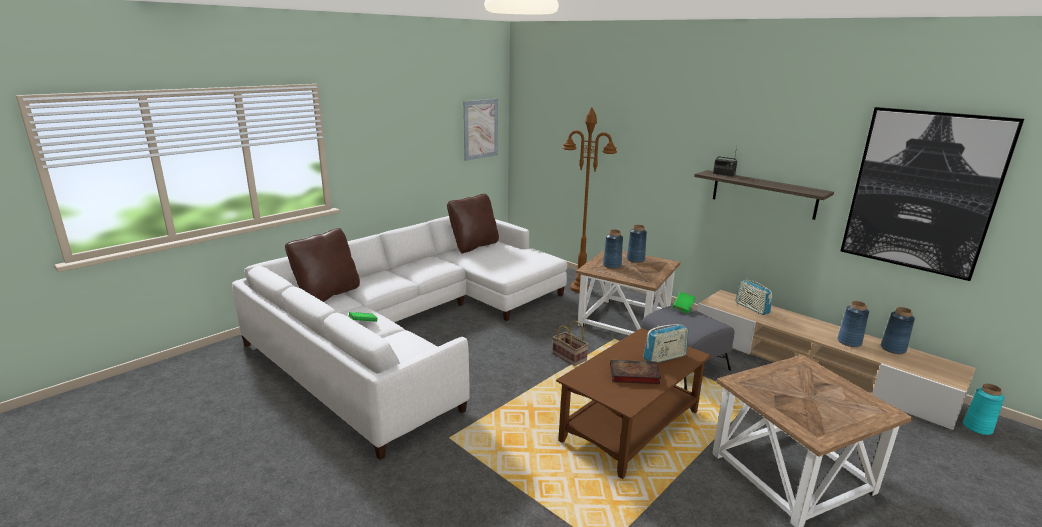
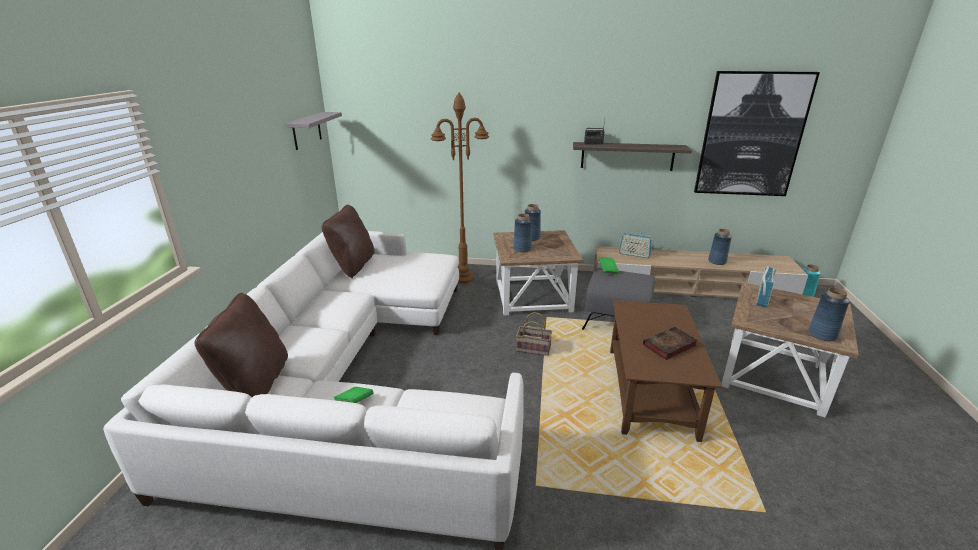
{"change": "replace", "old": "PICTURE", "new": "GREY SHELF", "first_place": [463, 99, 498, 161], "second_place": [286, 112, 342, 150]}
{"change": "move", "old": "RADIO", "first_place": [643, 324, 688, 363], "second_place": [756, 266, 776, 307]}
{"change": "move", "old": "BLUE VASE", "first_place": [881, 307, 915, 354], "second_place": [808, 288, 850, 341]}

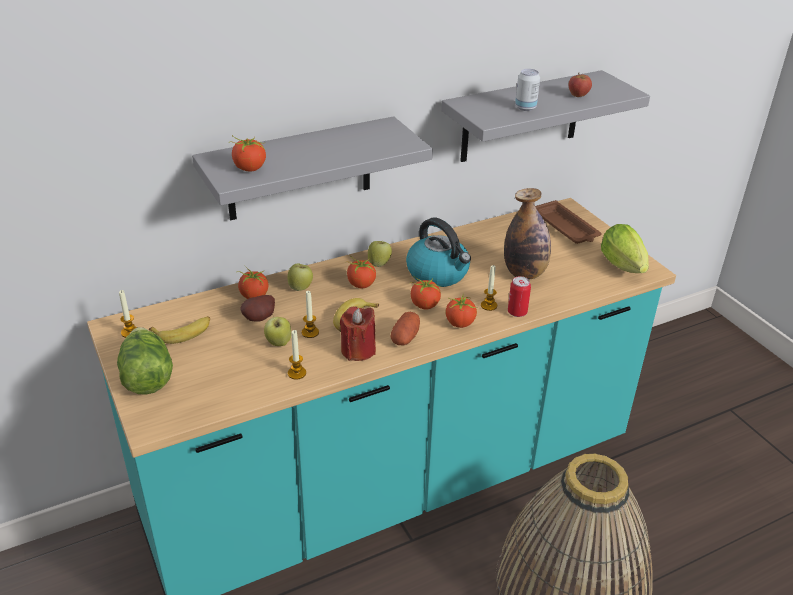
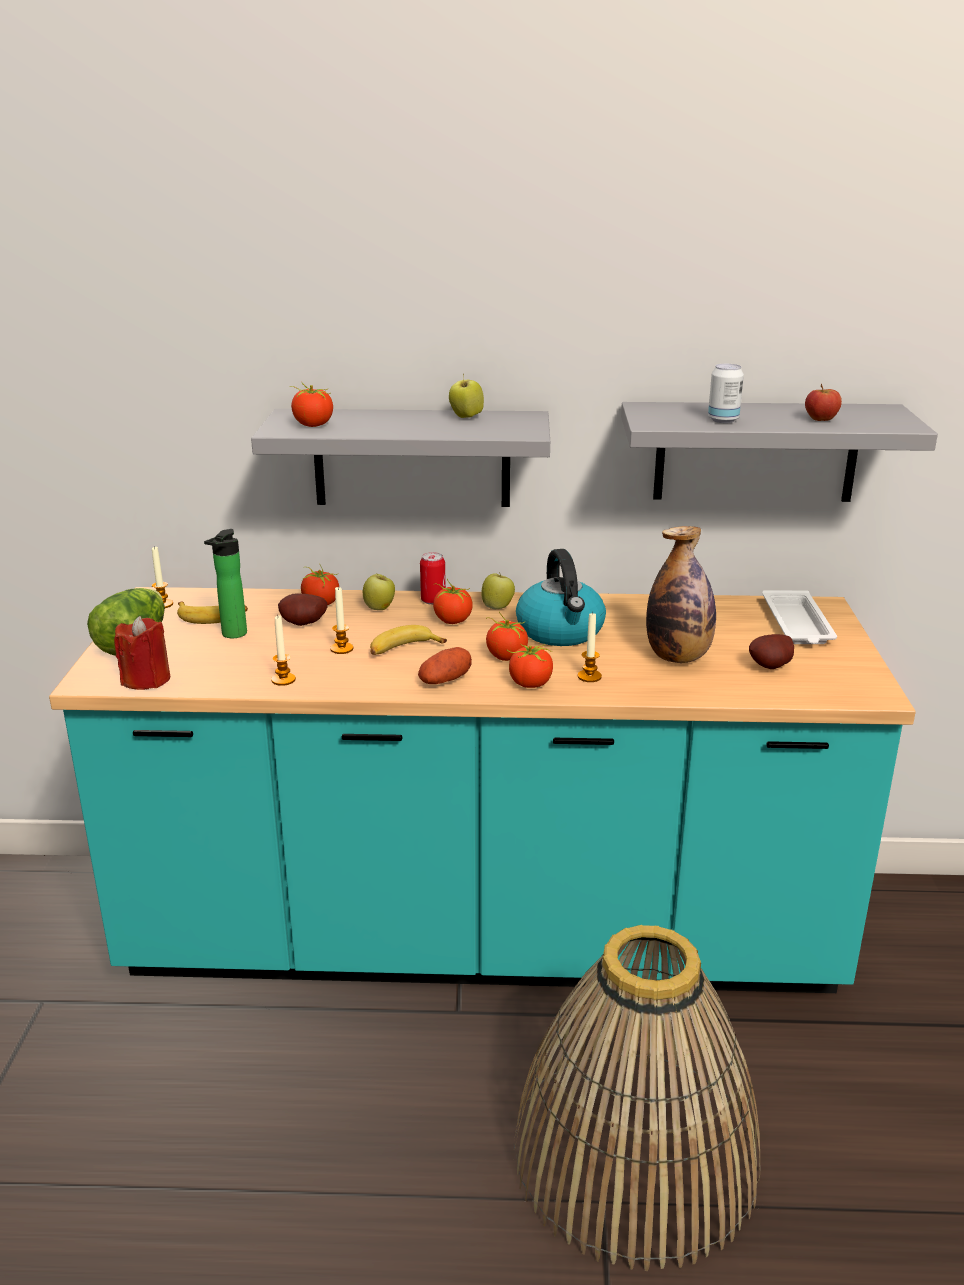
{"change": "move", "old": "RED CANDLE", "first_place": [340, 306, 376, 361], "second_place": [114, 616, 170, 690]}
{"change": "insert", "new": "BOTTLE", "second_place": [204, 529, 247, 638]}
{"change": "move", "old": "CAN", "first_place": [508, 276, 531, 317], "second_place": [420, 552, 446, 605]}
{"change": "move", "old": "APPLE", "first_place": [264, 315, 291, 346], "second_place": [449, 374, 484, 418]}
{"change": "insert", "new": "POTATO", "second_place": [749, 634, 794, 669]}
{"change": "recolor", "old": "BROWN TRAY", "new": "WHITE TRAY", "first_place": [535, 200, 601, 244], "second_place": [762, 590, 837, 644]}
{"change": "delete", "old": "LETTUCE", "first_place": [601, 224, 649, 273]}

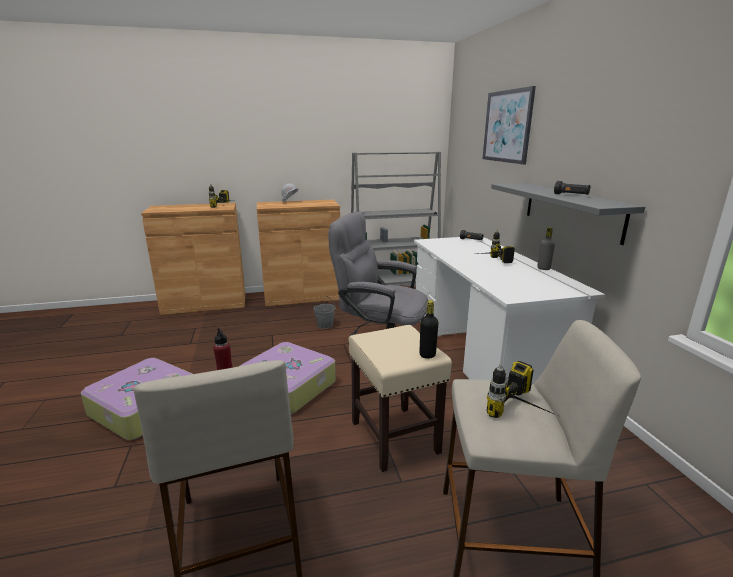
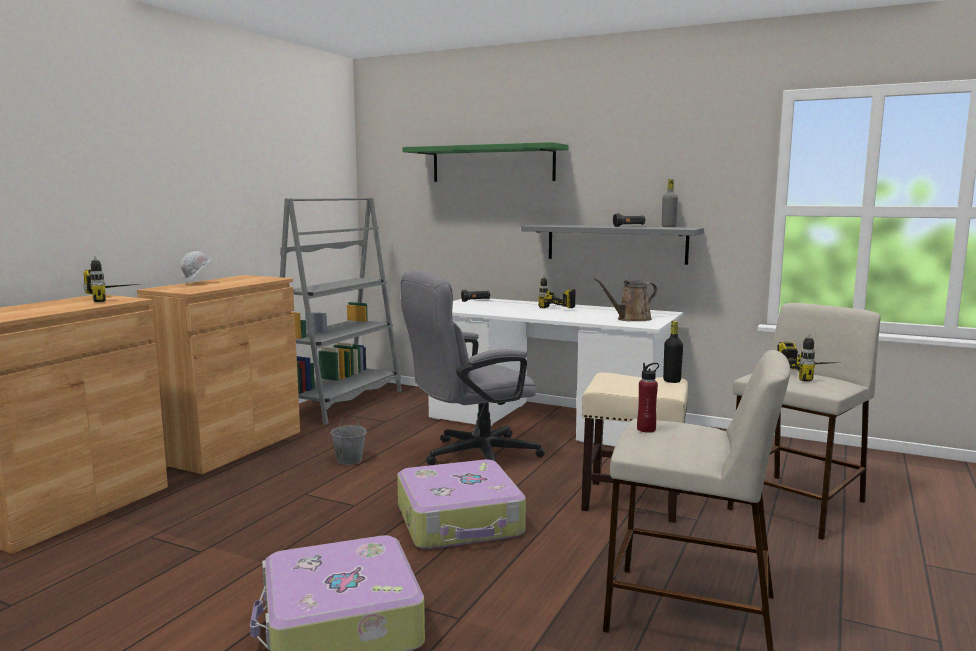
{"change": "replace", "old": "PICTURE", "new": "GREEN SHELF", "first_place": [483, 86, 536, 165], "second_place": [403, 142, 568, 182]}
{"change": "insert", "new": "BROWN WATERING CAN", "second_place": [594, 278, 658, 321]}
{"change": "move", "old": "GREY BOTTLE", "first_place": [537, 227, 555, 270], "second_place": [662, 179, 678, 227]}

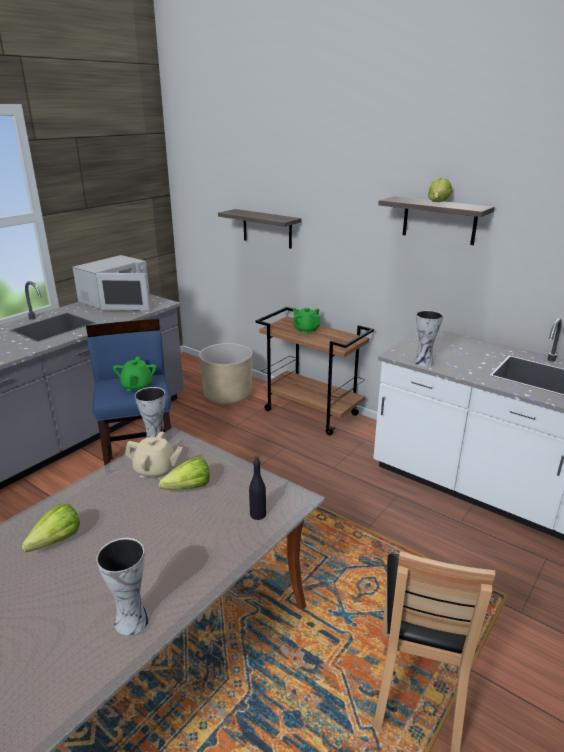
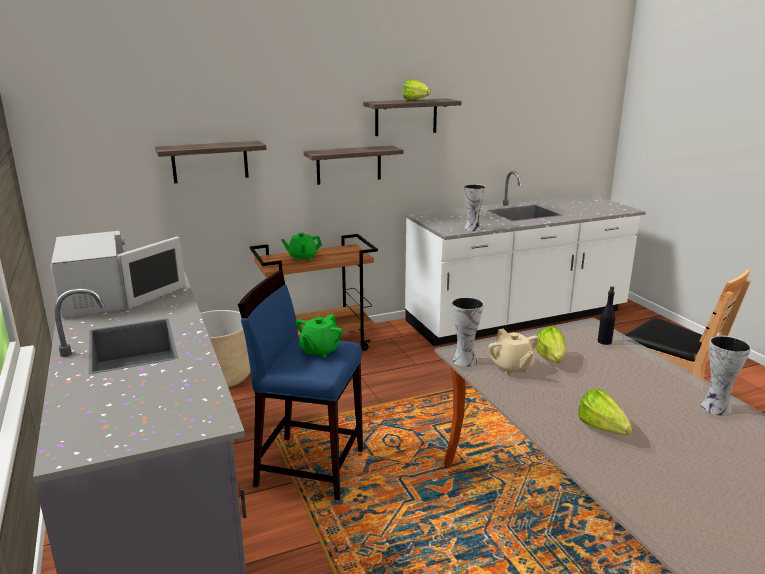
{"change": "rotate", "old": "GREEN TEAPOT", "first_place": [113, 357, 157, 391], "second_place": [296, 314, 343, 358], "degrees": 90}
{"change": "insert", "new": "SHELF", "second_place": [304, 145, 404, 185]}
{"change": "rotate", "old": "BEIGE TEAPOT", "first_place": [125, 431, 183, 479], "second_place": [488, 329, 539, 376], "degrees": 120}

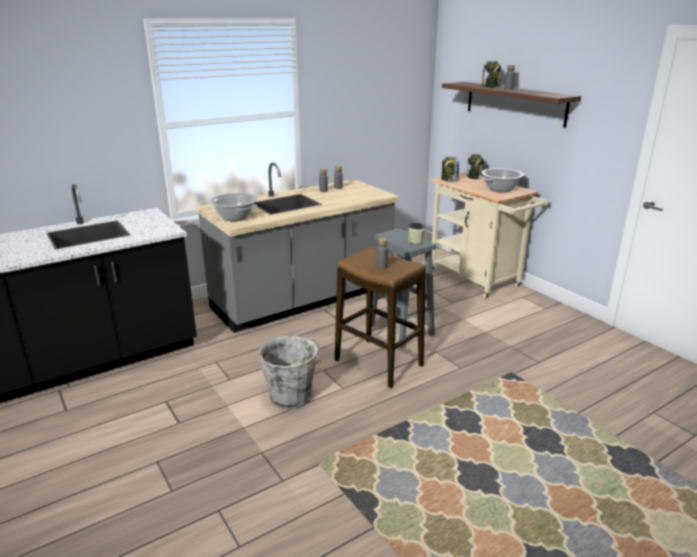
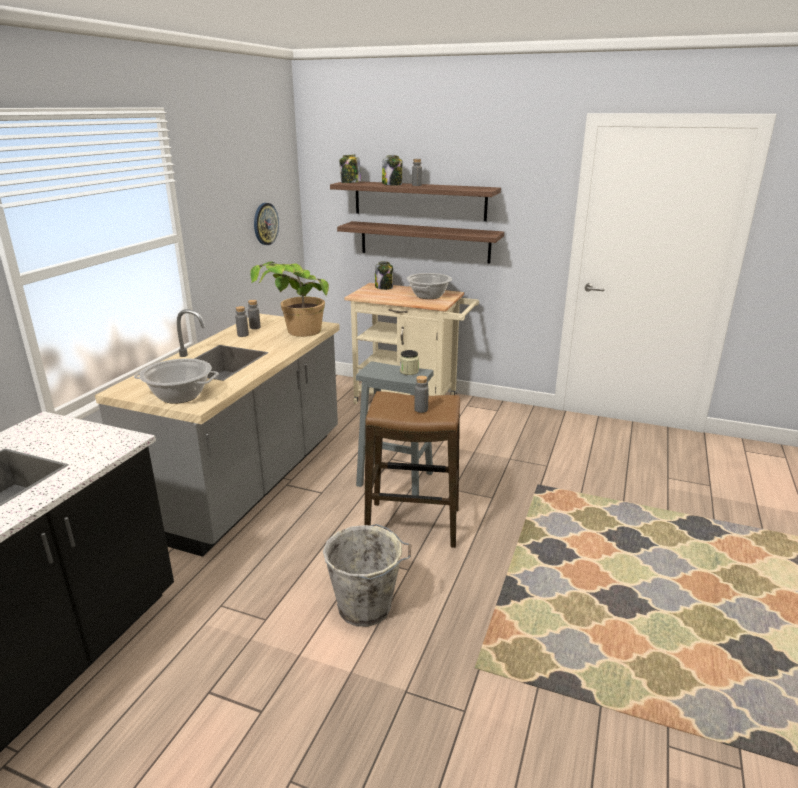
{"change": "insert", "new": "POTTED PLANT", "second_place": [250, 261, 329, 337]}
{"change": "insert", "new": "WALL CLOCK", "second_place": [254, 203, 279, 245]}
{"change": "insert", "new": "SHELF", "second_place": [337, 221, 504, 264]}
{"change": "move", "old": "JAR", "first_place": [442, 157, 459, 181], "second_place": [340, 155, 361, 183]}

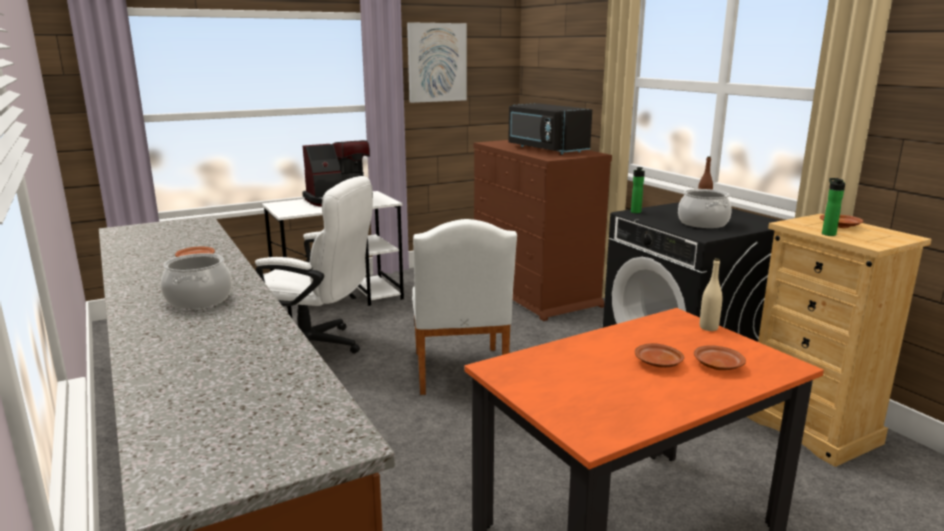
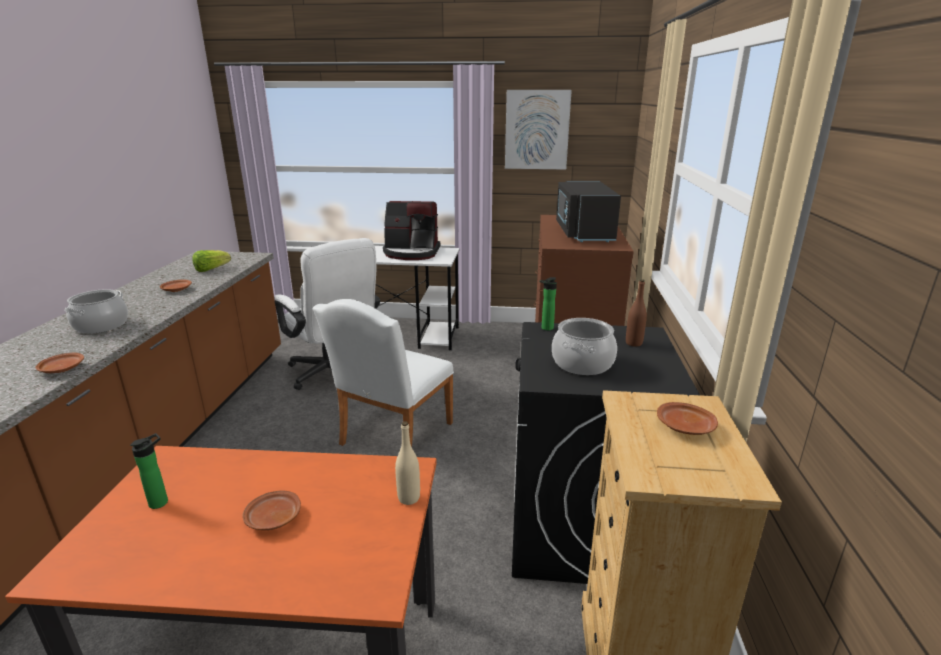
{"change": "move", "old": "BROWN PLATE", "first_place": [694, 345, 746, 370], "second_place": [36, 353, 84, 373]}
{"change": "move", "old": "BOTTLE", "first_place": [822, 178, 845, 236], "second_place": [130, 433, 168, 509]}
{"change": "insert", "new": "LETTUCE", "second_place": [192, 250, 231, 272]}

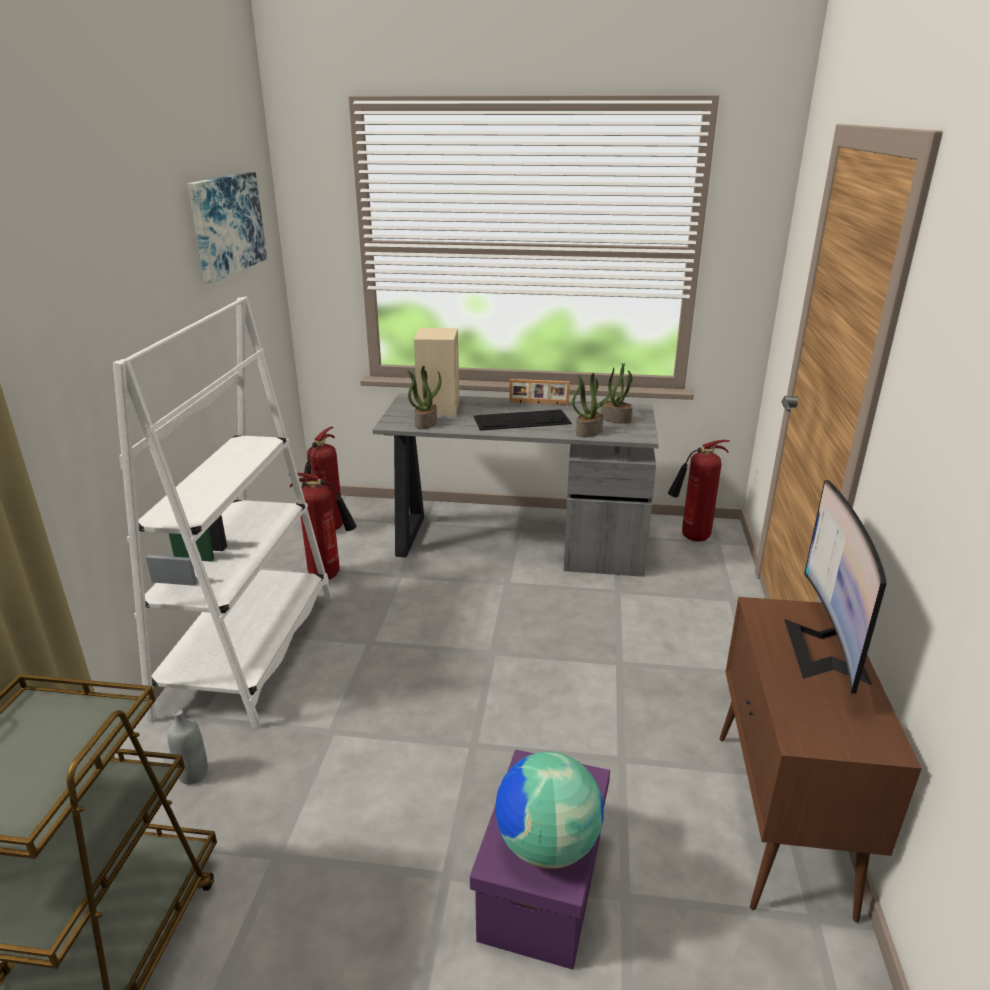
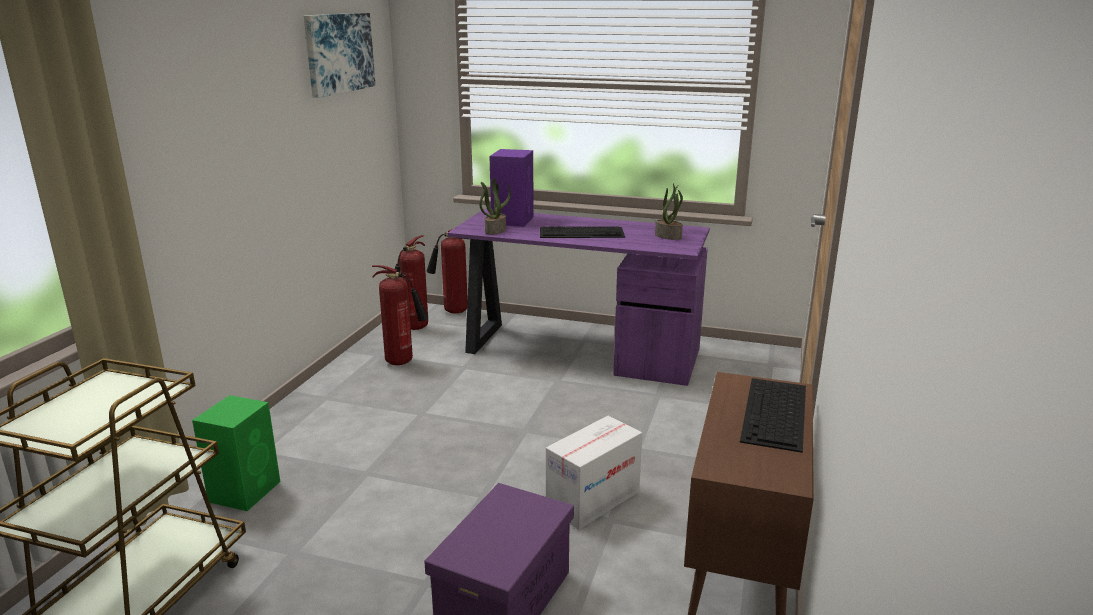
{"change": "replace", "old": "GREY BOTTLE", "new": "GREEN SPEAKER", "first_place": [168, 710, 208, 784], "second_place": [192, 395, 280, 511]}
{"change": "move", "old": "FIRE EXTINGUISHER", "first_place": [668, 440, 730, 542], "second_place": [427, 229, 468, 314]}
{"change": "recolor", "old": "GREY DESK", "new": "PURPLE DESK", "first_place": [373, 393, 659, 577], "second_place": [448, 209, 710, 386]}
{"change": "recolor", "old": "BEIGE SPEAKER", "new": "PURPLE SPEAKER", "first_place": [414, 328, 459, 416], "second_place": [489, 149, 534, 227]}
{"change": "insert", "new": "CARDBOARD BOX", "second_place": [546, 416, 642, 530]}
{"change": "replace", "old": "MONITOR", "new": "KEYBOARD", "first_place": [784, 480, 887, 694], "second_place": [740, 378, 806, 453]}
{"change": "delete", "old": "WHITE BOOKCASE", "first_place": [113, 297, 332, 728]}
{"change": "delete", "old": "GLOBE", "first_place": [495, 752, 604, 869]}
{"change": "delete", "old": "PICTURE FRAME", "first_place": [509, 379, 570, 405]}
{"change": "delete", "old": "POTTED PLANT", "first_place": [572, 373, 611, 437]}

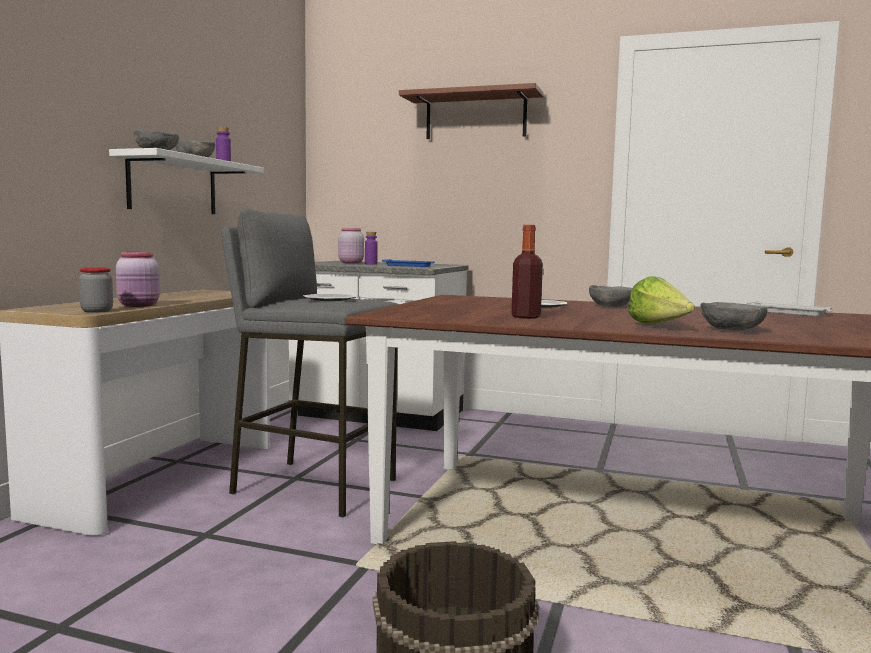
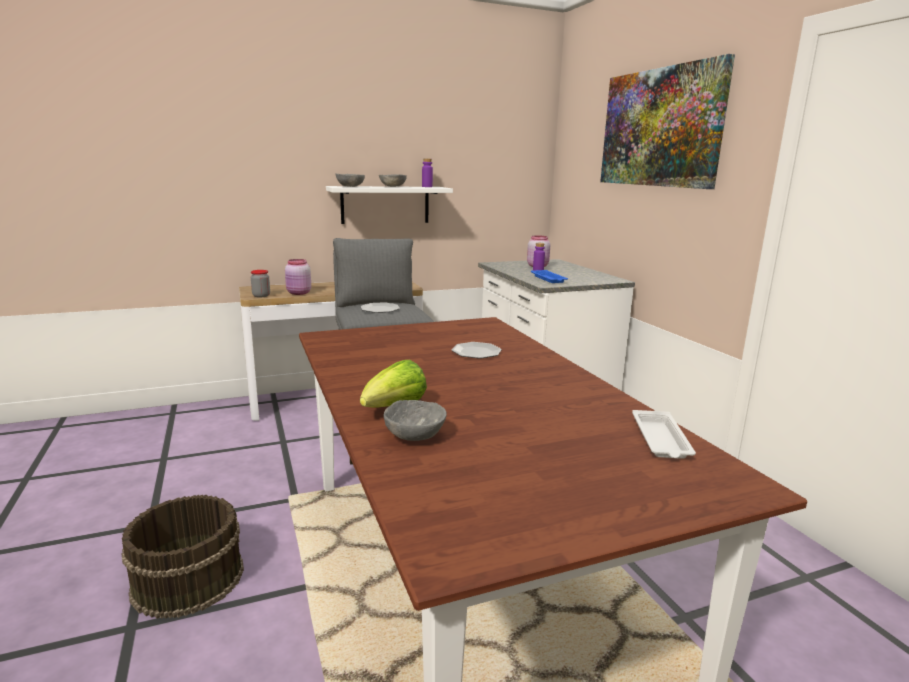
{"change": "replace", "old": "BROWN SHELF", "new": "PICTURE", "first_place": [399, 83, 544, 139], "second_place": [600, 54, 735, 189]}
{"change": "delete", "old": "BOTTLE", "first_place": [511, 225, 543, 319]}
{"change": "delete", "old": "GREY BOWL", "first_place": [589, 285, 633, 307]}

